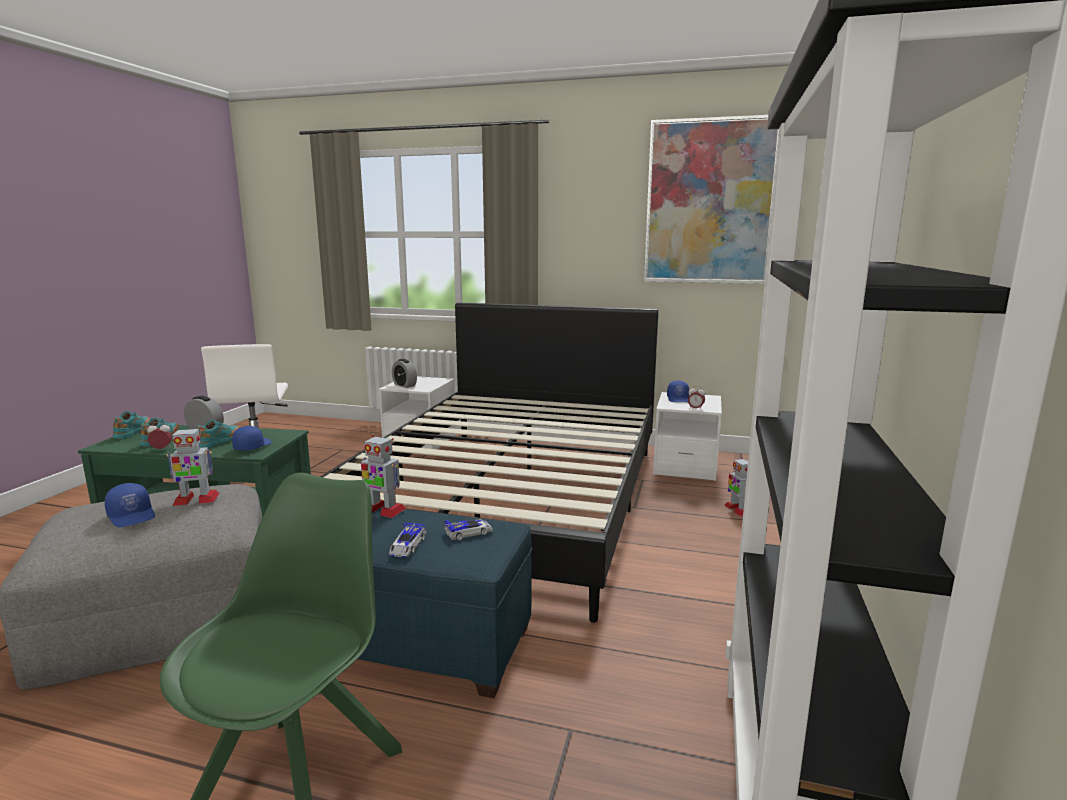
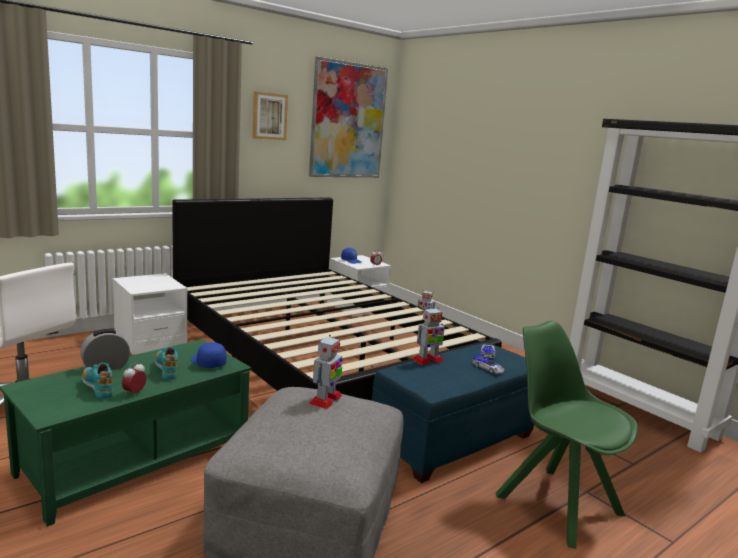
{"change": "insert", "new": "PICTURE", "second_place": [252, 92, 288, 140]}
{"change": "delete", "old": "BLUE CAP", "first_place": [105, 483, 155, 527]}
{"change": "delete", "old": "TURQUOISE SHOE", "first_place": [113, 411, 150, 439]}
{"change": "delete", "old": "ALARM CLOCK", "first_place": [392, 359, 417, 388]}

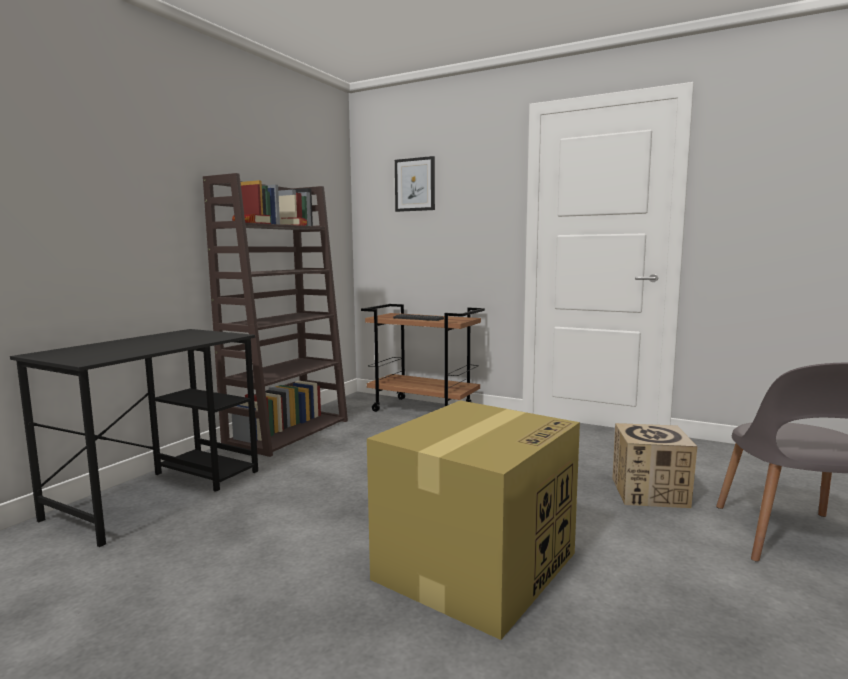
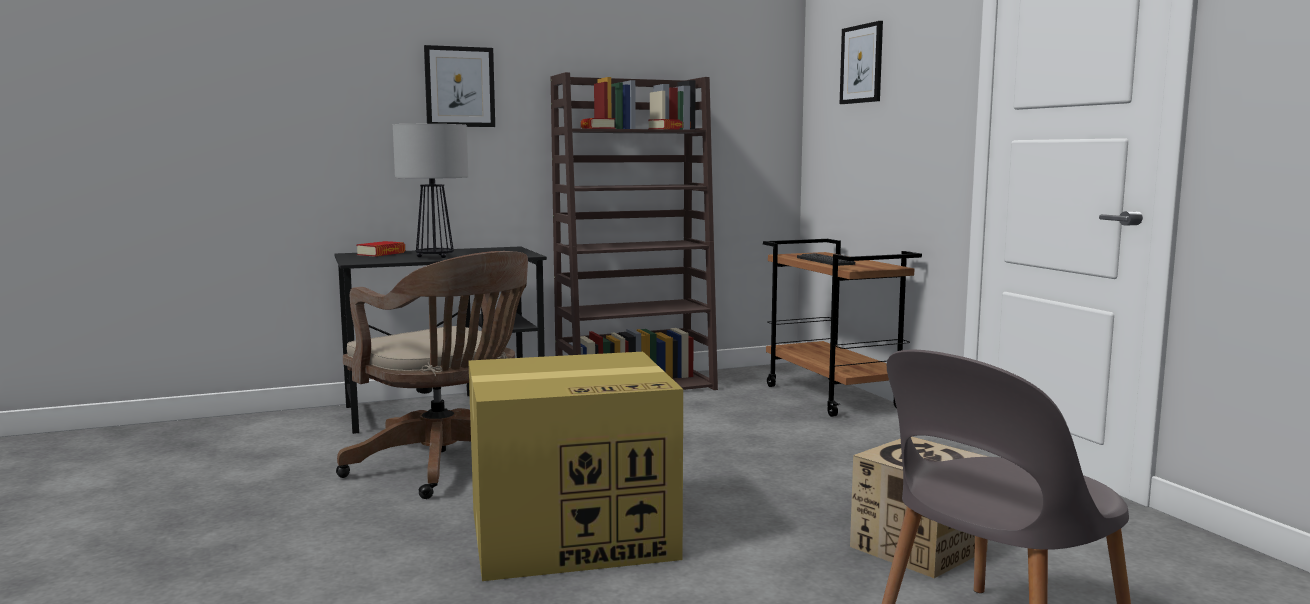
{"change": "insert", "new": "BROWN OFFICE CHAIR", "second_place": [336, 251, 528, 499]}
{"change": "insert", "new": "BOOK", "second_place": [356, 241, 405, 257]}
{"change": "insert", "new": "TABLE LAMP", "second_place": [393, 124, 468, 258]}
{"change": "insert", "new": "PICTURE", "second_place": [424, 45, 495, 127]}

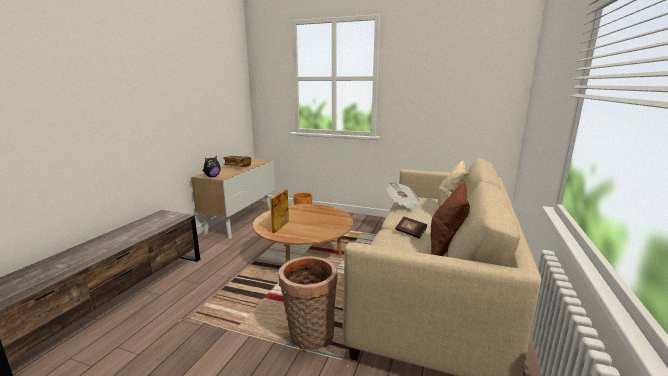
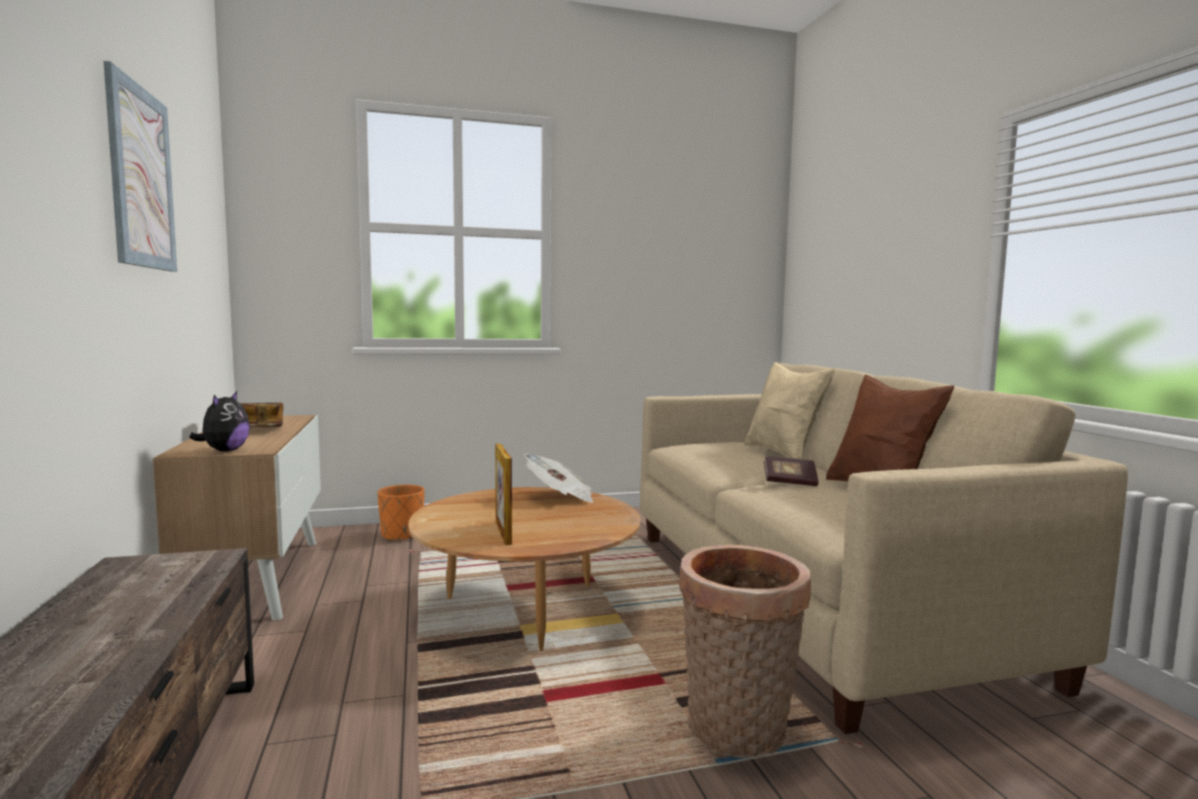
{"change": "insert", "new": "PICTURE", "second_place": [103, 61, 177, 272]}
{"change": "move", "old": "NEWSPAPER", "first_place": [386, 182, 422, 211], "second_place": [524, 453, 593, 503]}

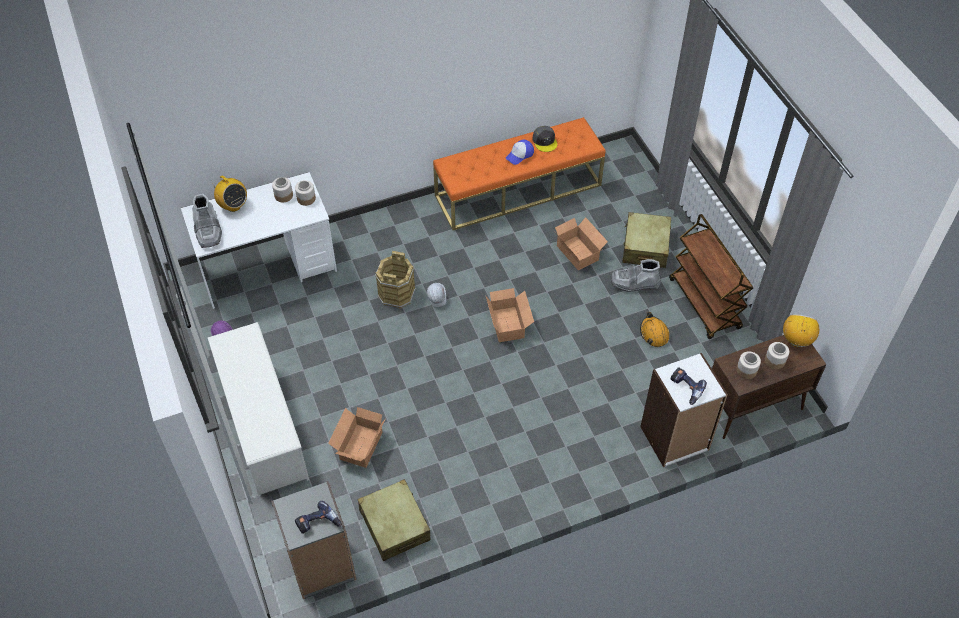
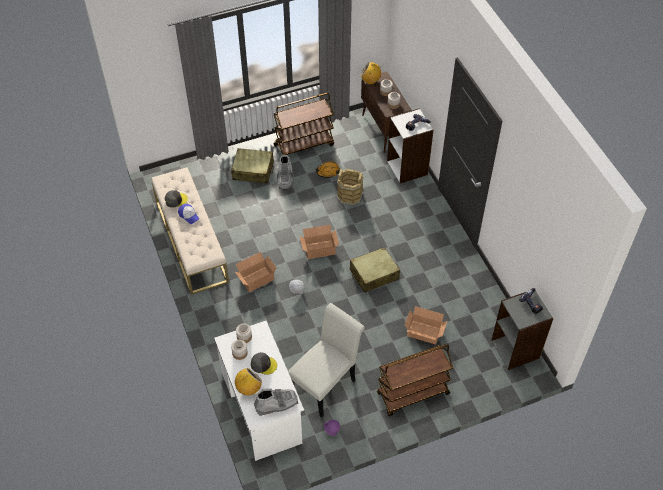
{"change": "recolor", "old": "ORANGE BENCH", "new": "BEIGE BENCH", "first_place": [433, 117, 606, 230], "second_place": [151, 167, 229, 295]}
{"change": "move", "old": "CARDBOARD BOX", "first_place": [555, 217, 608, 270], "second_place": [235, 252, 276, 292]}
{"change": "insert", "new": "GREY CAP", "second_place": [251, 352, 277, 375]}
{"change": "insert", "new": "WHITE CHAIR", "second_place": [288, 303, 365, 417]}
{"change": "move", "old": "BROWN BUCKET", "first_place": [375, 251, 416, 309], "second_place": [337, 169, 363, 205]}
{"change": "move", "old": "BEIGE SUITCASE", "first_place": [358, 479, 431, 561], "second_place": [350, 247, 400, 293]}
{"change": "replace", "old": "WHITE SHOE RACK", "new": "BROWN CART", "first_place": [208, 322, 309, 495], "second_place": [377, 344, 453, 416]}

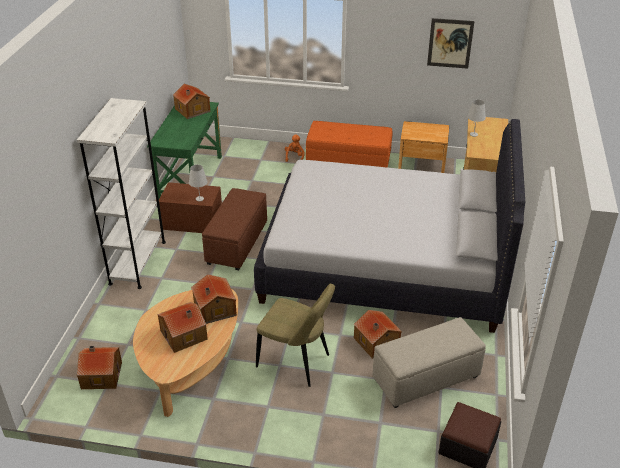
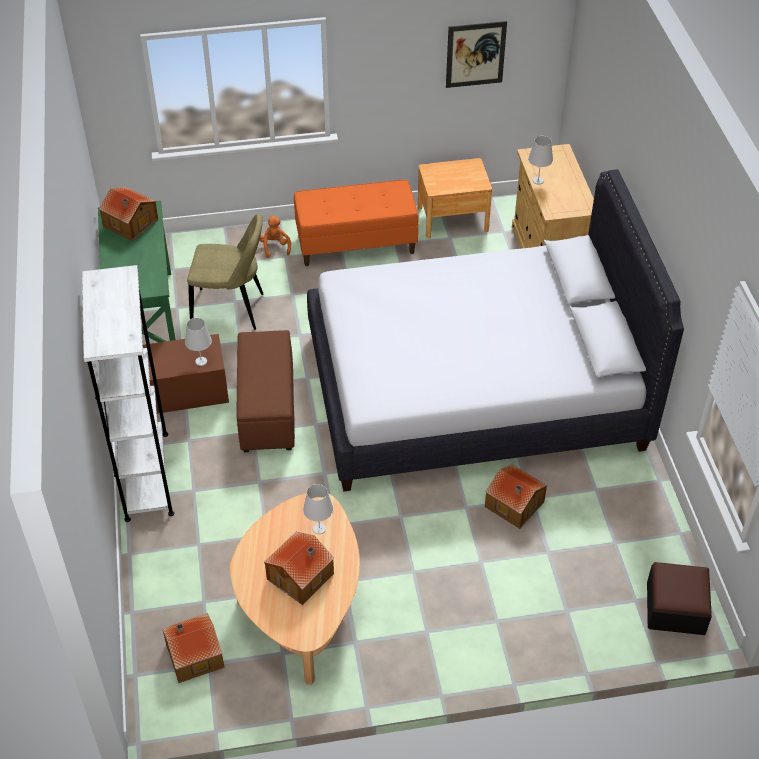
{"change": "move", "old": "BEIGE CHAIR", "first_place": [256, 284, 335, 387], "second_place": [187, 214, 264, 330]}
{"change": "replace", "old": "TOY HOUSE", "new": "WHITE TABLE LAMP", "first_place": [191, 274, 237, 324], "second_place": [303, 484, 334, 534]}
{"change": "delete", "old": "BEIGE OTTOMAN", "first_place": [373, 317, 486, 408]}

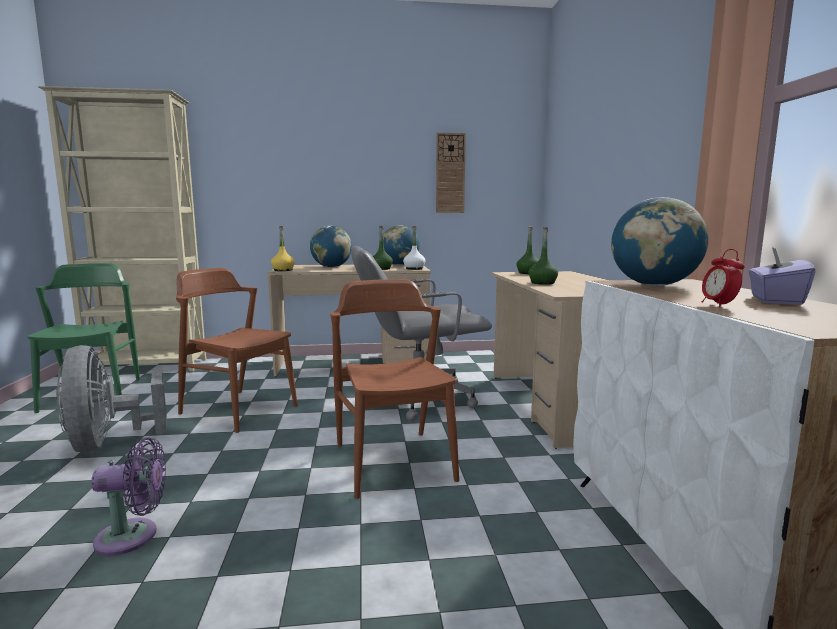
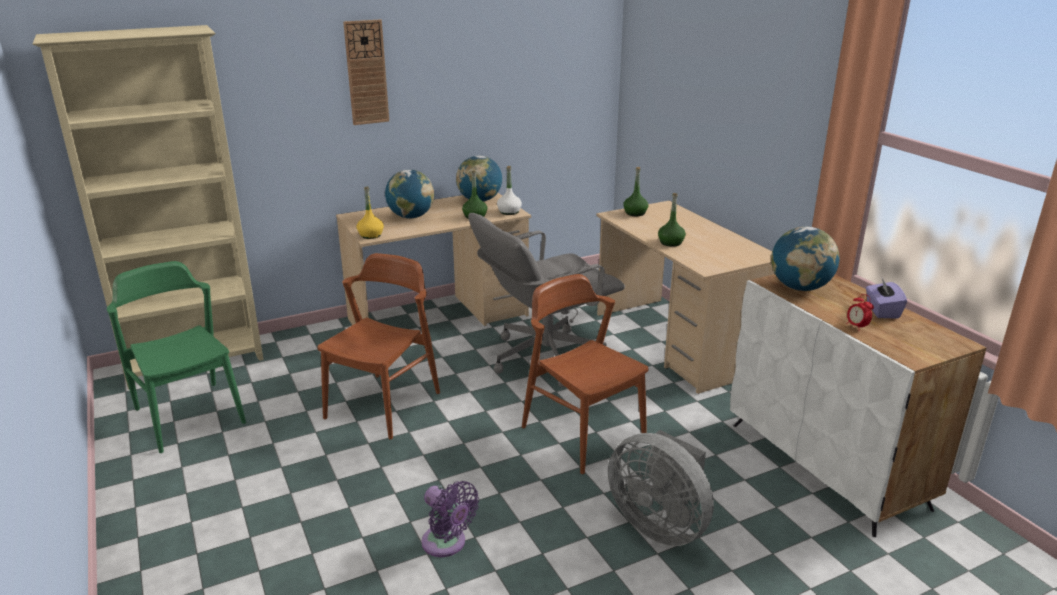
{"change": "rotate", "old": "BROWN CHAIR", "first_place": [176, 268, 298, 433], "second_place": [318, 253, 440, 439], "degrees": 105}
{"change": "move", "old": "WALL CLOCK", "first_place": [436, 133, 466, 213], "second_place": [343, 19, 389, 125]}
{"change": "rotate", "old": "PURPLE FAN", "first_place": [91, 437, 166, 556], "second_place": [421, 481, 479, 557], "degrees": 75}
{"change": "move", "old": "GREY FAN", "first_place": [56, 345, 167, 452], "second_place": [608, 430, 714, 546]}

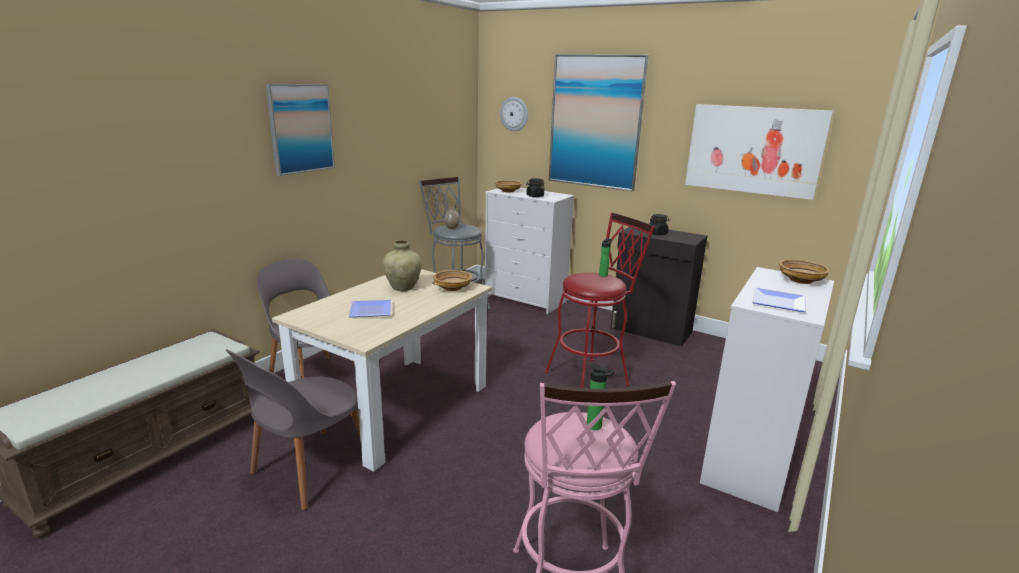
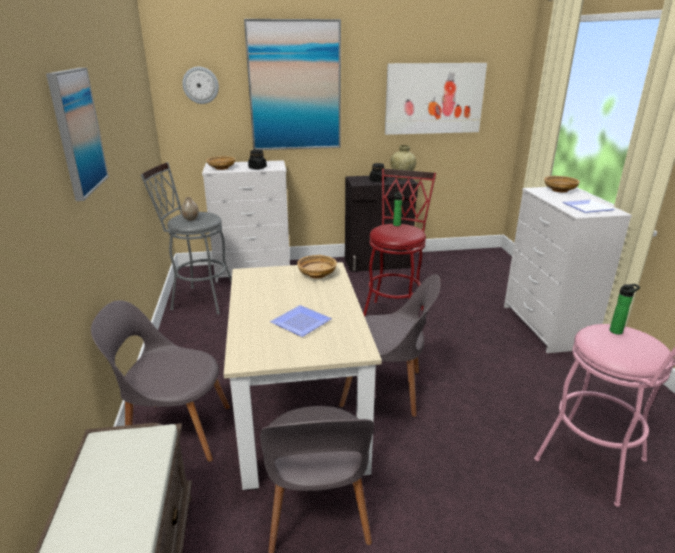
{"change": "insert", "new": "GREY CHAIR", "second_place": [339, 274, 440, 417]}
{"change": "move", "old": "BEIGE VASE", "first_place": [382, 240, 422, 291], "second_place": [390, 145, 416, 179]}

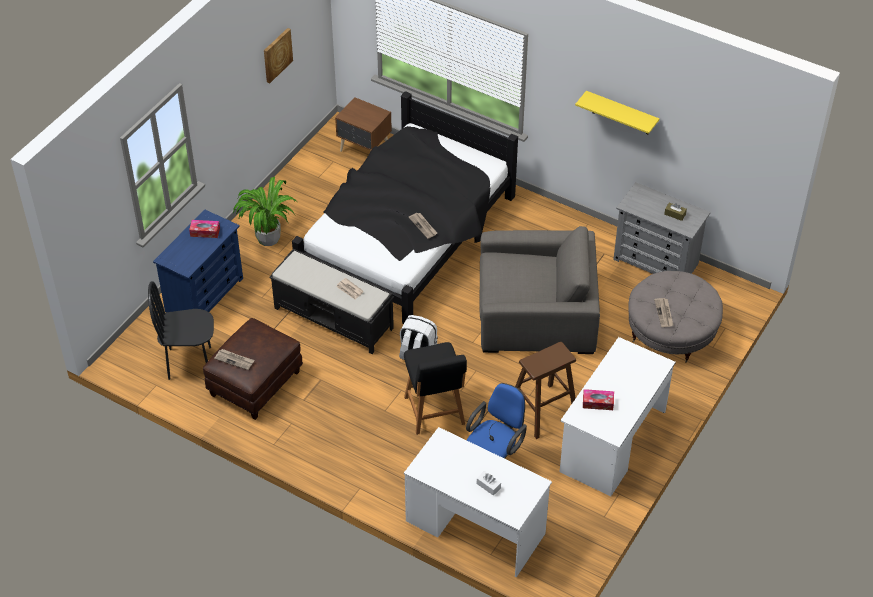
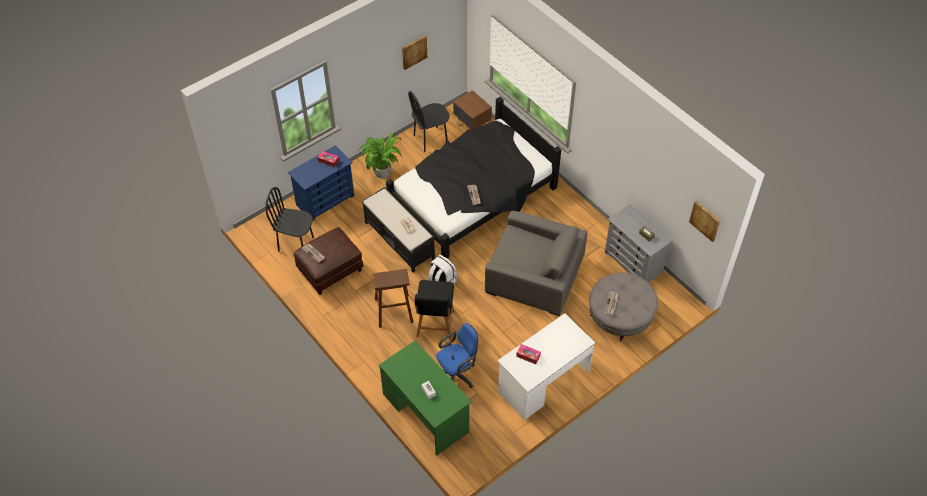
{"change": "move", "old": "BROWN STOOL", "first_place": [515, 342, 576, 439], "second_place": [373, 269, 413, 328]}
{"change": "recolor", "old": "WHITE DESK", "new": "GREEN DESK", "first_place": [404, 427, 552, 577], "second_place": [379, 340, 472, 456]}
{"change": "insert", "new": "BLACK CHAIR", "second_place": [408, 91, 450, 152]}
{"change": "insert", "new": "PICTURE", "second_place": [689, 201, 720, 242]}
{"change": "delete", "old": "YELLOW SHELF", "first_place": [575, 91, 659, 135]}

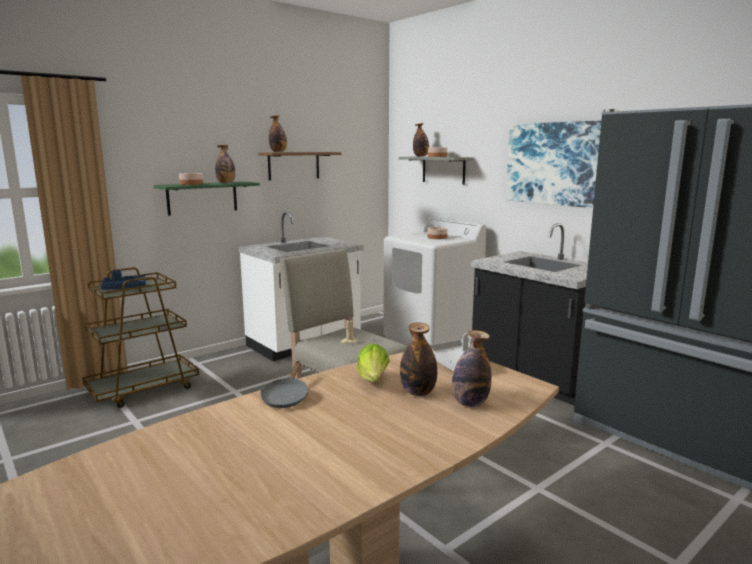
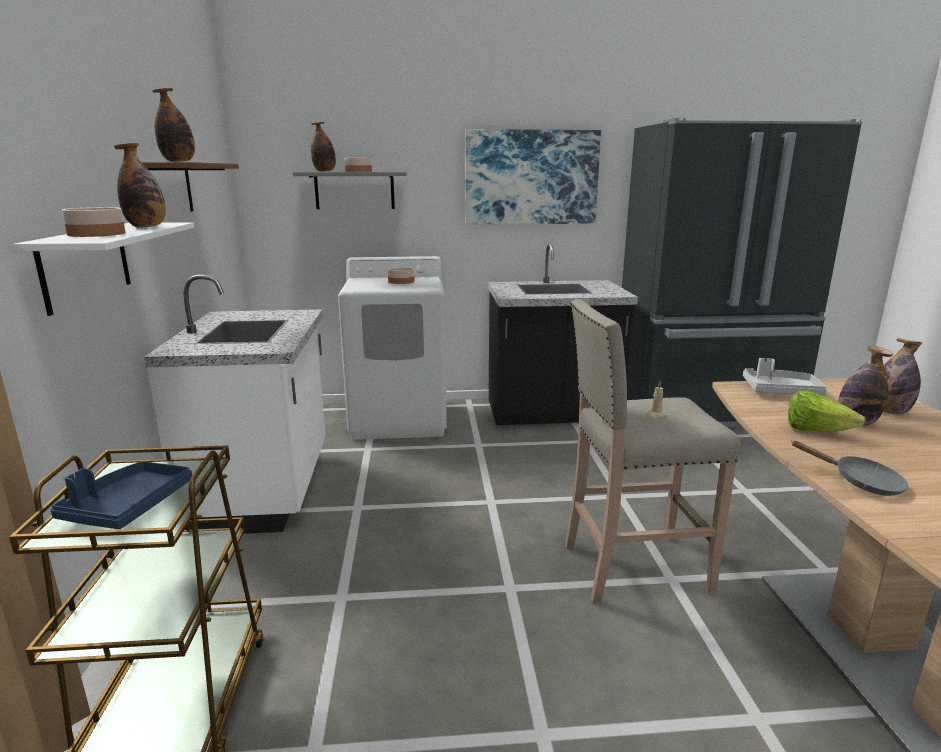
{"change": "recolor", "old": "GREEN SHELF", "new": "WHITE SHELF", "first_place": [154, 181, 260, 216], "second_place": [13, 222, 195, 316]}

